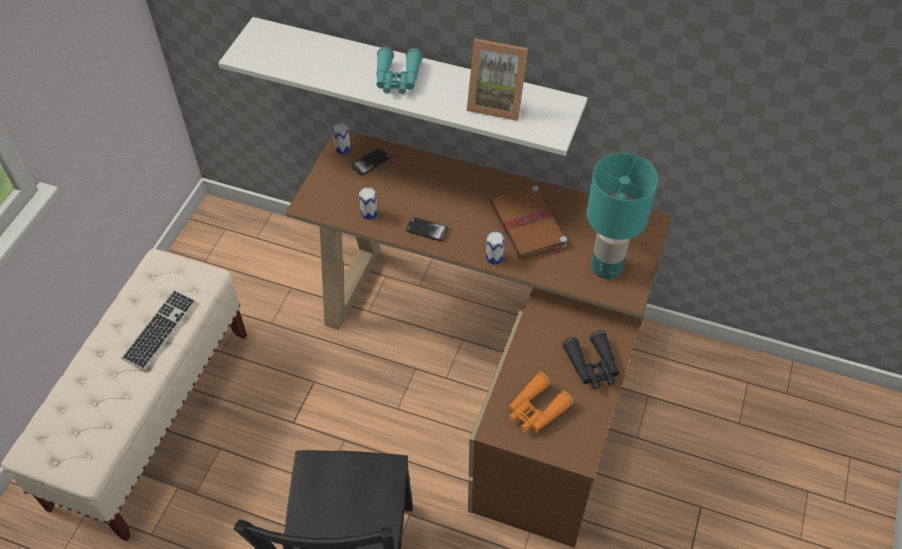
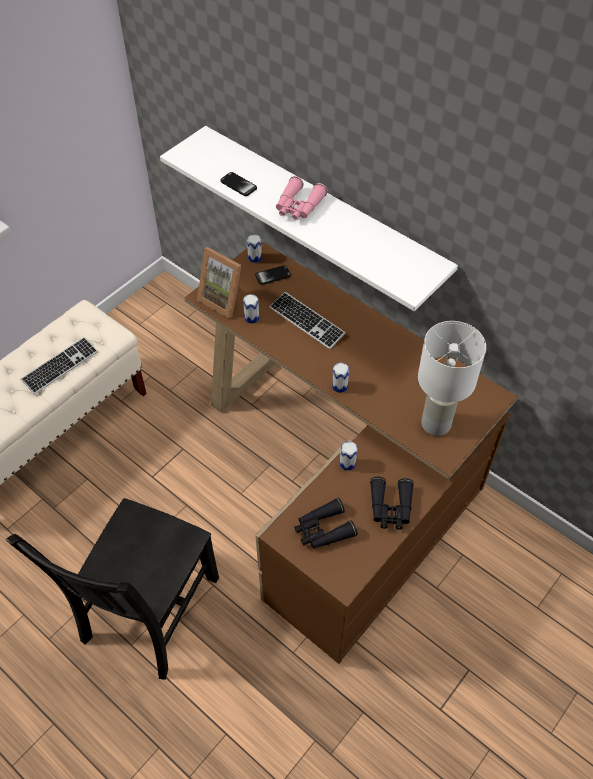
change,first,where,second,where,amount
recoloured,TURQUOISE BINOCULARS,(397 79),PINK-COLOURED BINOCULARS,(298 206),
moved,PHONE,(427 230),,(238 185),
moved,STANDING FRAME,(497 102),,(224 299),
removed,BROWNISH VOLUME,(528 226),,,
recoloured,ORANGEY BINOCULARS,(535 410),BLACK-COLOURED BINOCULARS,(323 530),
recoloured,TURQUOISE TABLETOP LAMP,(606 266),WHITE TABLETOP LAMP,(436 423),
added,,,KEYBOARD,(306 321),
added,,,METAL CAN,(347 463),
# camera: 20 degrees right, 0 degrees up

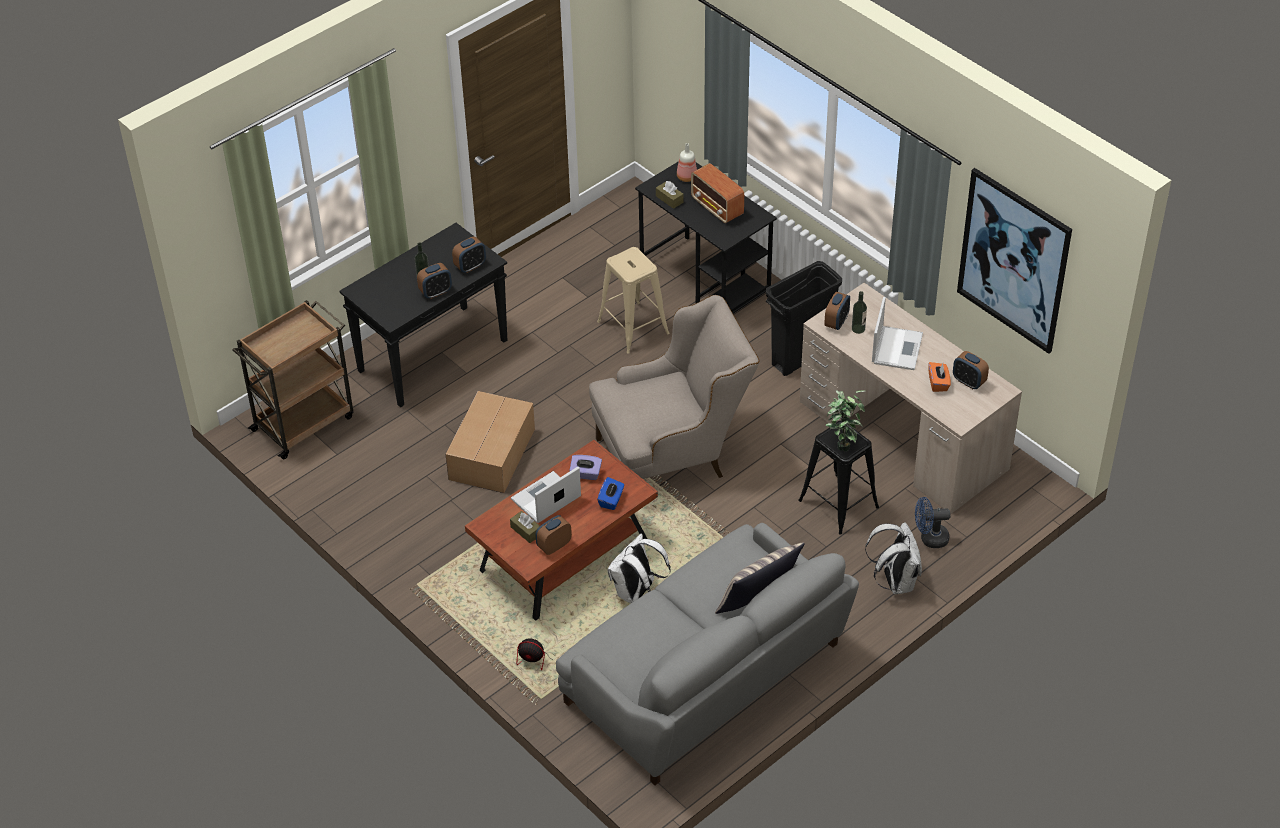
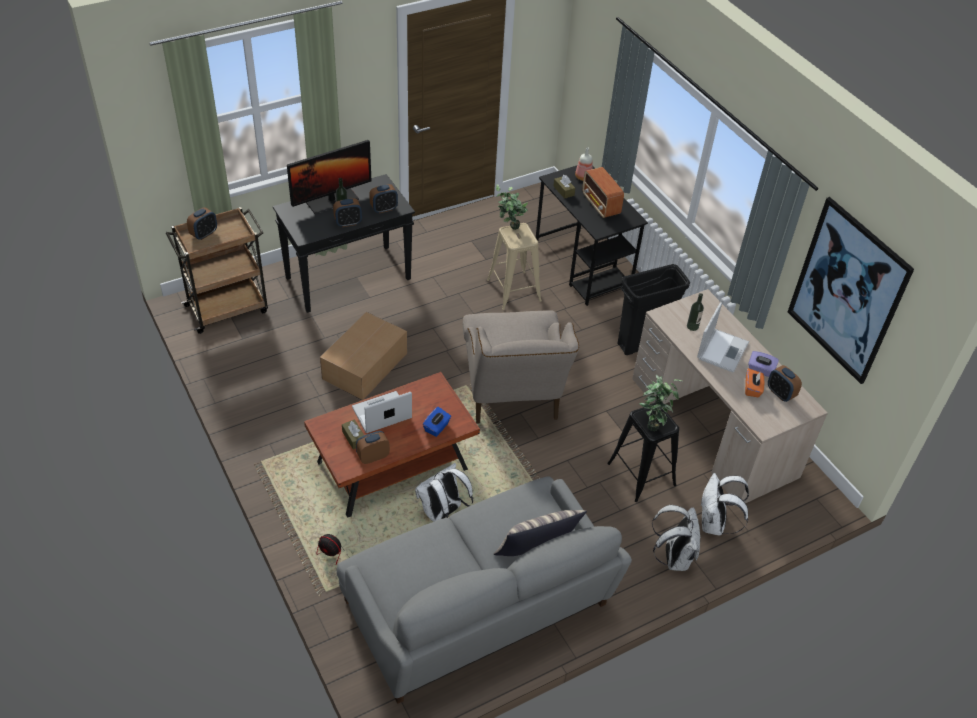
change,first,where,second,where,amount
moved,PURPLE-COLOURED BOX OF TISSUES,(586 474),,(760 370),
turned,SAND-COLOURED LOUNGE CHAIR,(673 453),,(513 398),90 degrees clockwise
moved,TABLE CLOCK,(836 322),,(204 234),
replaced,BLUE-COLOURED COOLING FAN,(929 538),WHITE RUCKSACK,(714 524),
added,,,COMPUTER SCREEN,(332 200),
added,,,PLANT IN A POT,(509 229),
# camera: 10 degrees right, 0 degrees up

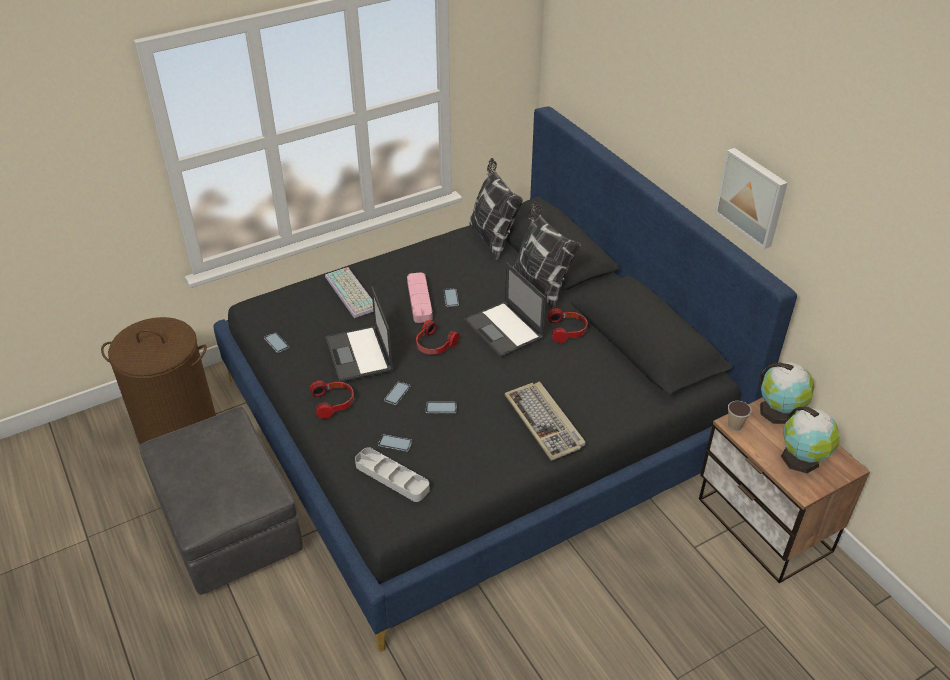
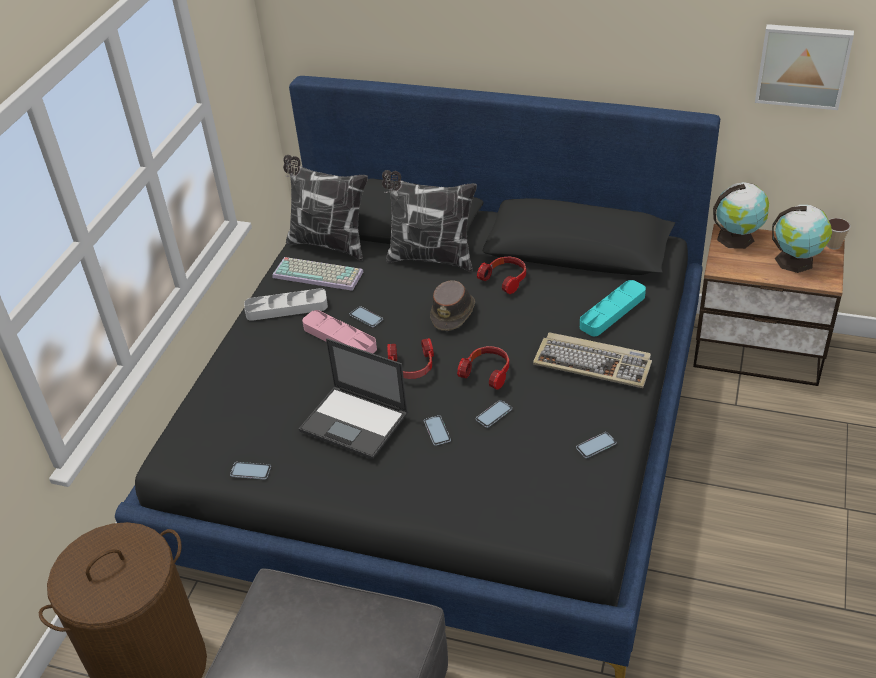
change,first,where,second,where,amount
moved,HEADPHONES,(334 403),,(487 372),
moved,KEYBOARD,(353 293),,(319 274),
moved,GREY CARRYING TRAY,(392 477),,(286 308),
moved,PHONE,(395 443),,(596 445),
replaced,NOTEBOOK COMPUTER,(504 330),BROWNISH HAT,(453 312),
moved,WALL PICTURE,(752 197),,(803 65),
moved,CUP,(735 426),,(833 245),
added,,,TURQUOISE CARRYING TRAY,(612 311),
# camera: 40 degrees left, 0 degrees up

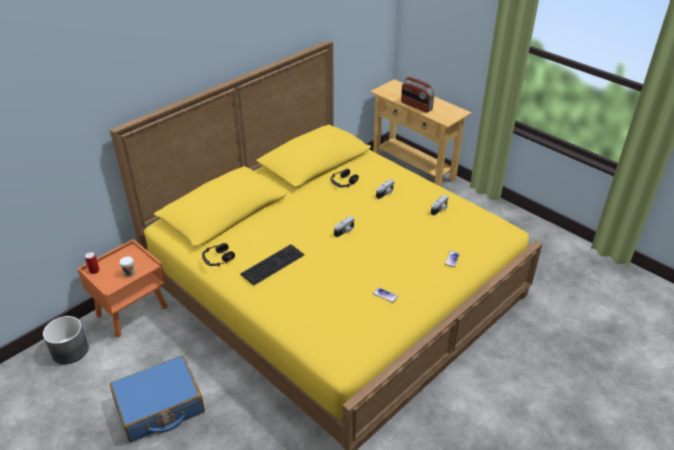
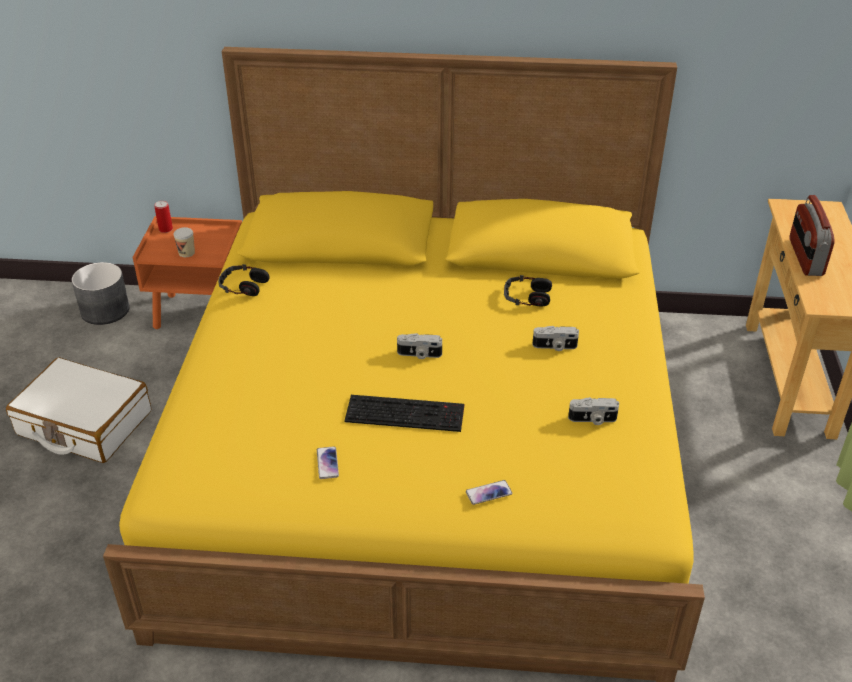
change,first,where,second,where,amount
recoloured,BLUE-COLOURED PIECE OF LUGGAGE,(160 406),WHITE PIECE OF LUGGAGE,(84 423),
moved,KEYBOARD,(273 264),,(406 413),
# camera: 50 degrees right, 0 degrees up

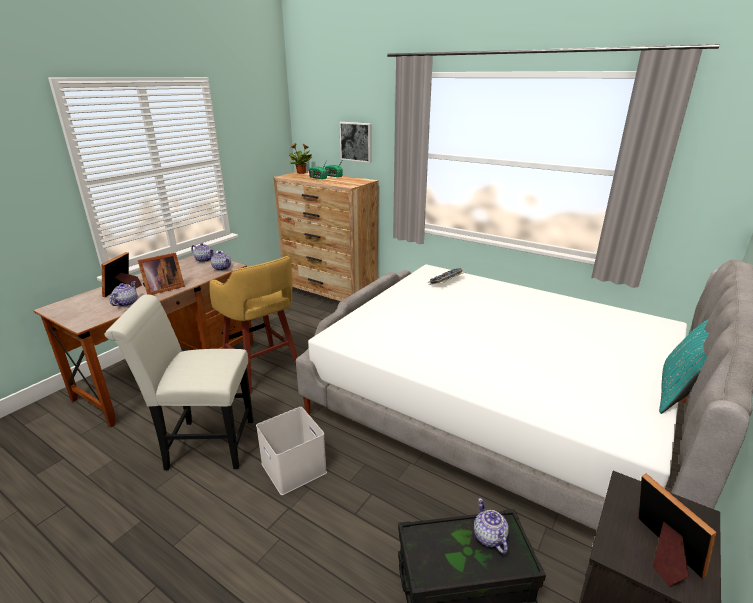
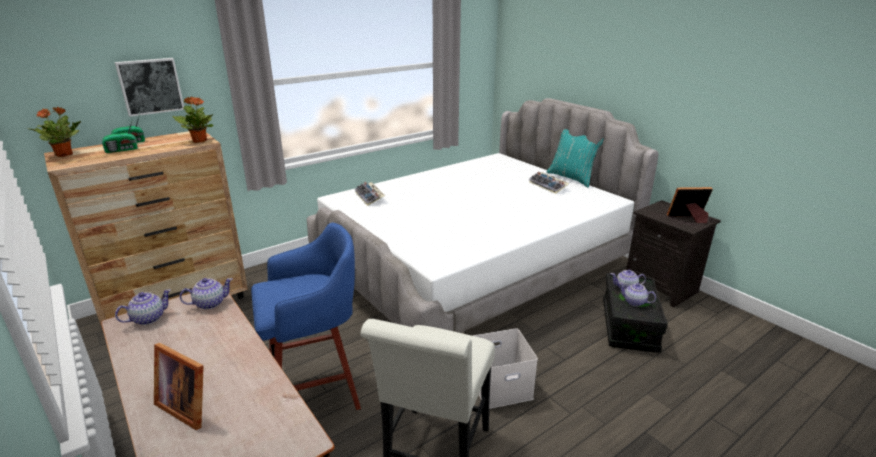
change,first,where,second,where,amount
moved,TEAPOT,(126 303),,(634 302),
removed,STANDING FRAME,(162 289),,,
recoloured,YELLOW-COLOURED SITTING STOOL,(262 371),BLUE-COLOURED SITTING STOOL,(317 391),
added,,,PLANT IN A POT,(199 141),
added,,,KEYBOARD,(548 186),
# camera: 70 degrees left, 0 degrees up

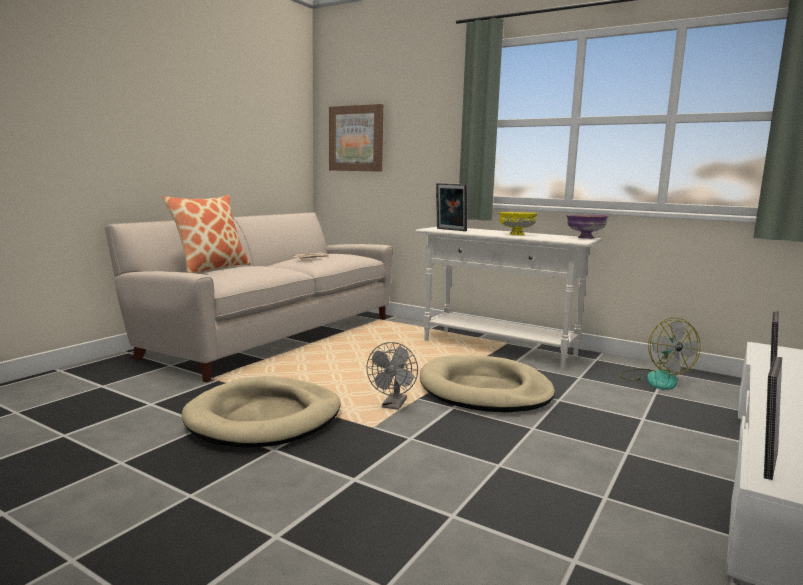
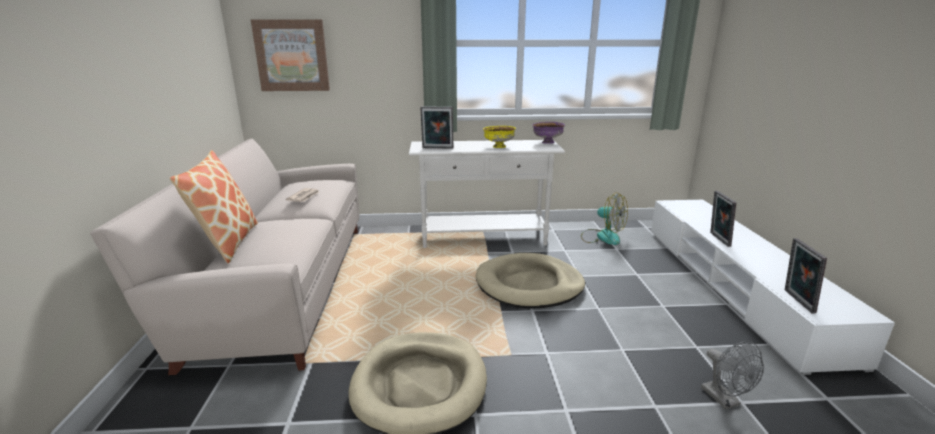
change,first,where,second,where,amount
moved,GREY COOLING FAN,(393 406),,(725 400),
# camera: 35 degrees left, 10 degrees up

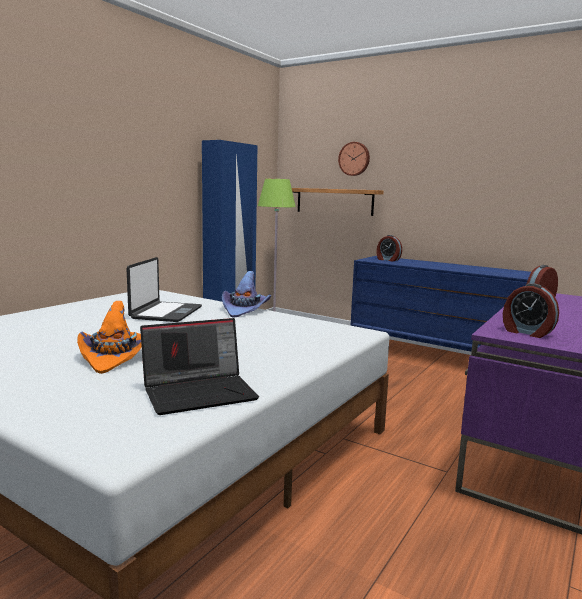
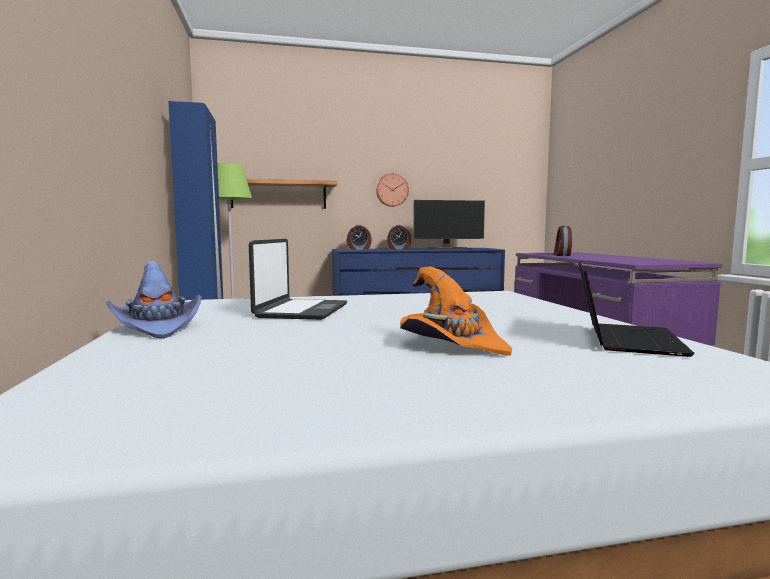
change,first,where,second,where,amount
turned,NOTEBOOK COMPUTER,(166 313),,(301 311),45 degrees clockwise
moved,PURPLE-COLOURED HAT,(245 310),,(158 327),
moved,WALL CLOCK,(354 159),,(392 190),
moved,TABLE CLOCK,(527 332),,(399 249),
added,,,COMPUTER SCREEN,(447 248),
# camera: 45 degrees left, 5 degrees down

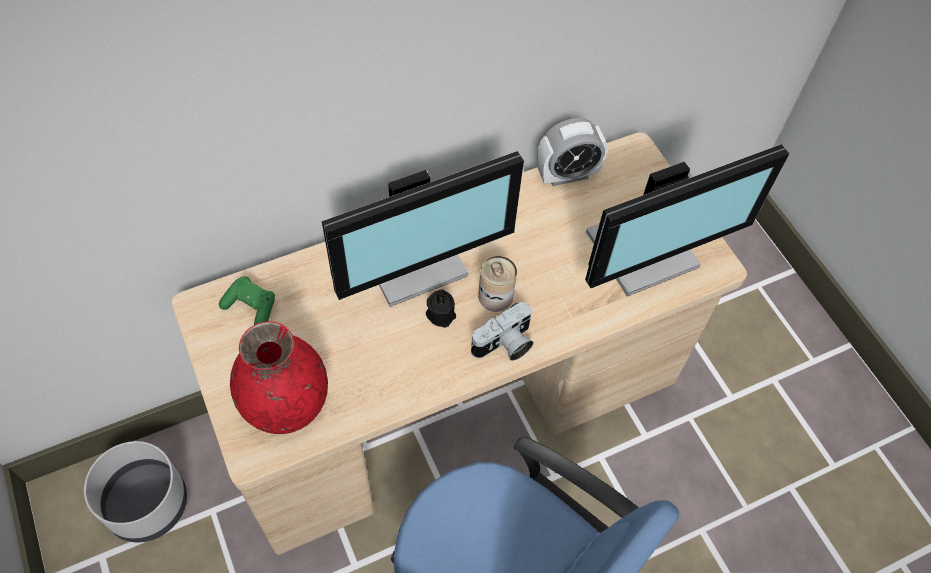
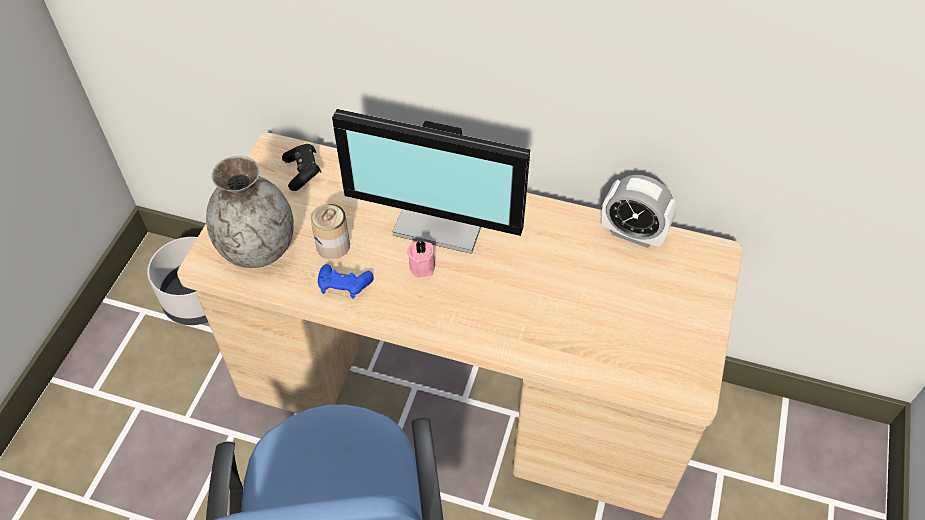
change,first,where,second,where,amount
recoloured,GREENISH GAMEPAD,(251 307),BLACK-COLOURED GAMEPAD,(303 172),
recoloured,REDDISH DECORATIVE VASE,(285 404),GREY DECORATIVE VASE,(258 248),
recoloured,BLACK-COLOURED WAX CANDLE,(441 313),PINK-COLOURED WAX CANDLE,(423 265),
removed,PHOTO CAMERA,(505 345),,,
moved,METAL CAN,(495 296),,(333 245),
removed,COMPUTER SCREEN,(646 253),,,
added,,,BLUE-COLOURED GAMEPAD,(344 287),
# camera: 45 degrees right, 5 degrees down

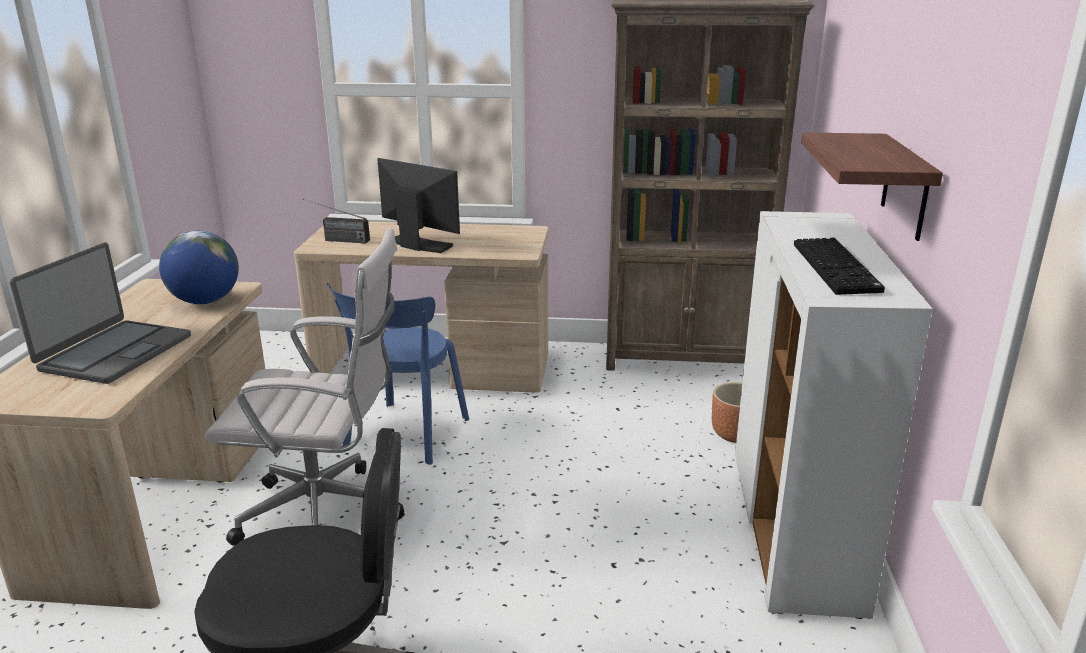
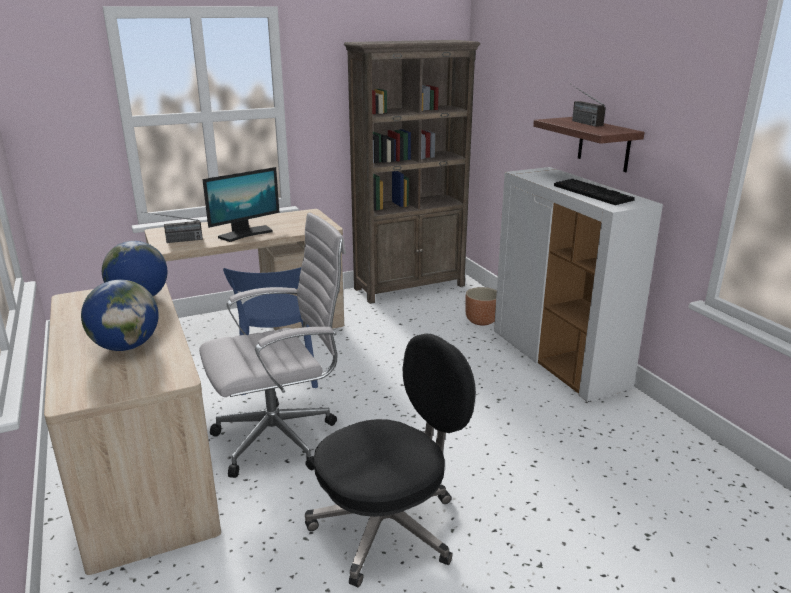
change,first,where,second,where,amount
replaced,NOTEBOOK COMPUTER,(115 353),GLOBE,(126 346),
turned,COMPUTER SCREEN,(419 245),,(245 234),135 degrees clockwise
added,,,RADIO RECEIVER,(580 122),
# camera: 30 degrees left, 0 degrees up

